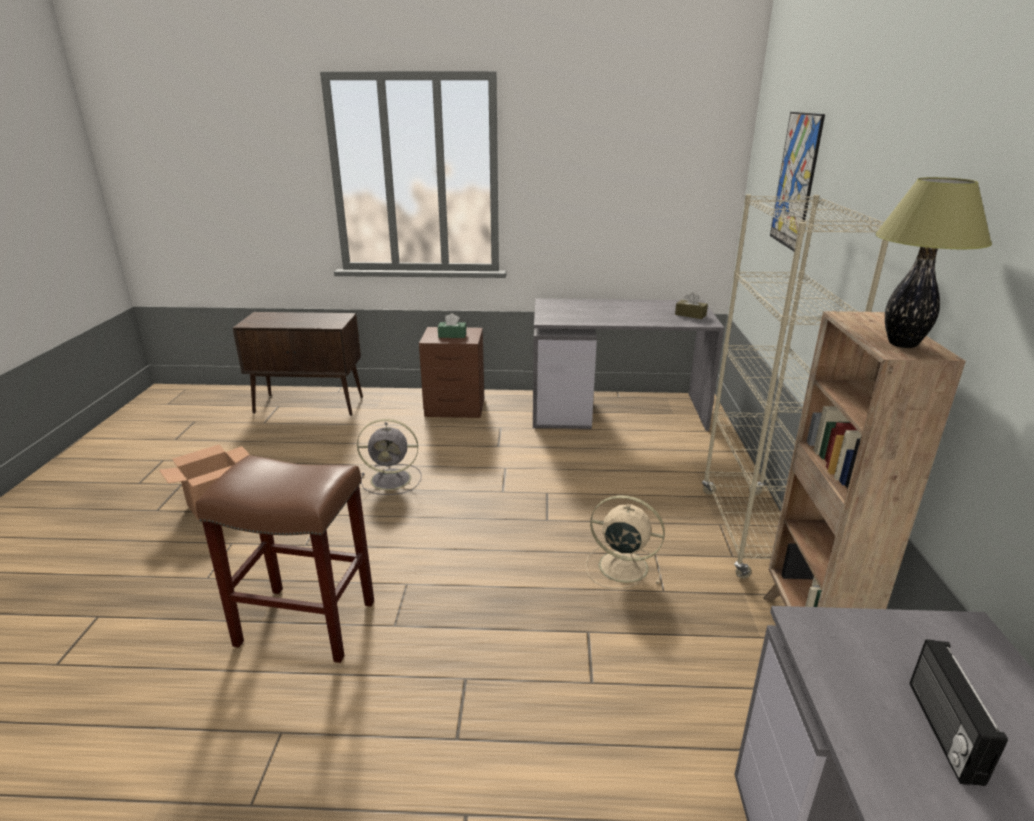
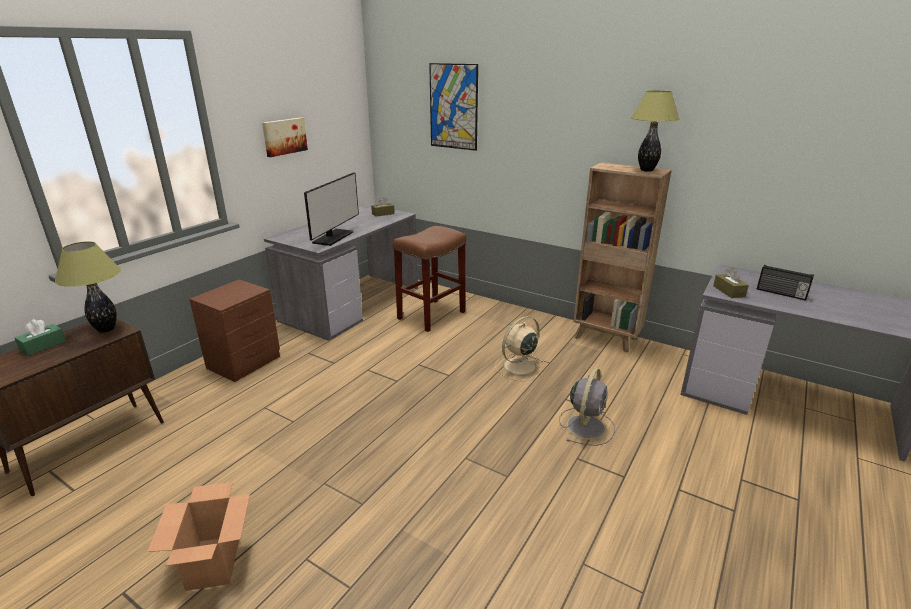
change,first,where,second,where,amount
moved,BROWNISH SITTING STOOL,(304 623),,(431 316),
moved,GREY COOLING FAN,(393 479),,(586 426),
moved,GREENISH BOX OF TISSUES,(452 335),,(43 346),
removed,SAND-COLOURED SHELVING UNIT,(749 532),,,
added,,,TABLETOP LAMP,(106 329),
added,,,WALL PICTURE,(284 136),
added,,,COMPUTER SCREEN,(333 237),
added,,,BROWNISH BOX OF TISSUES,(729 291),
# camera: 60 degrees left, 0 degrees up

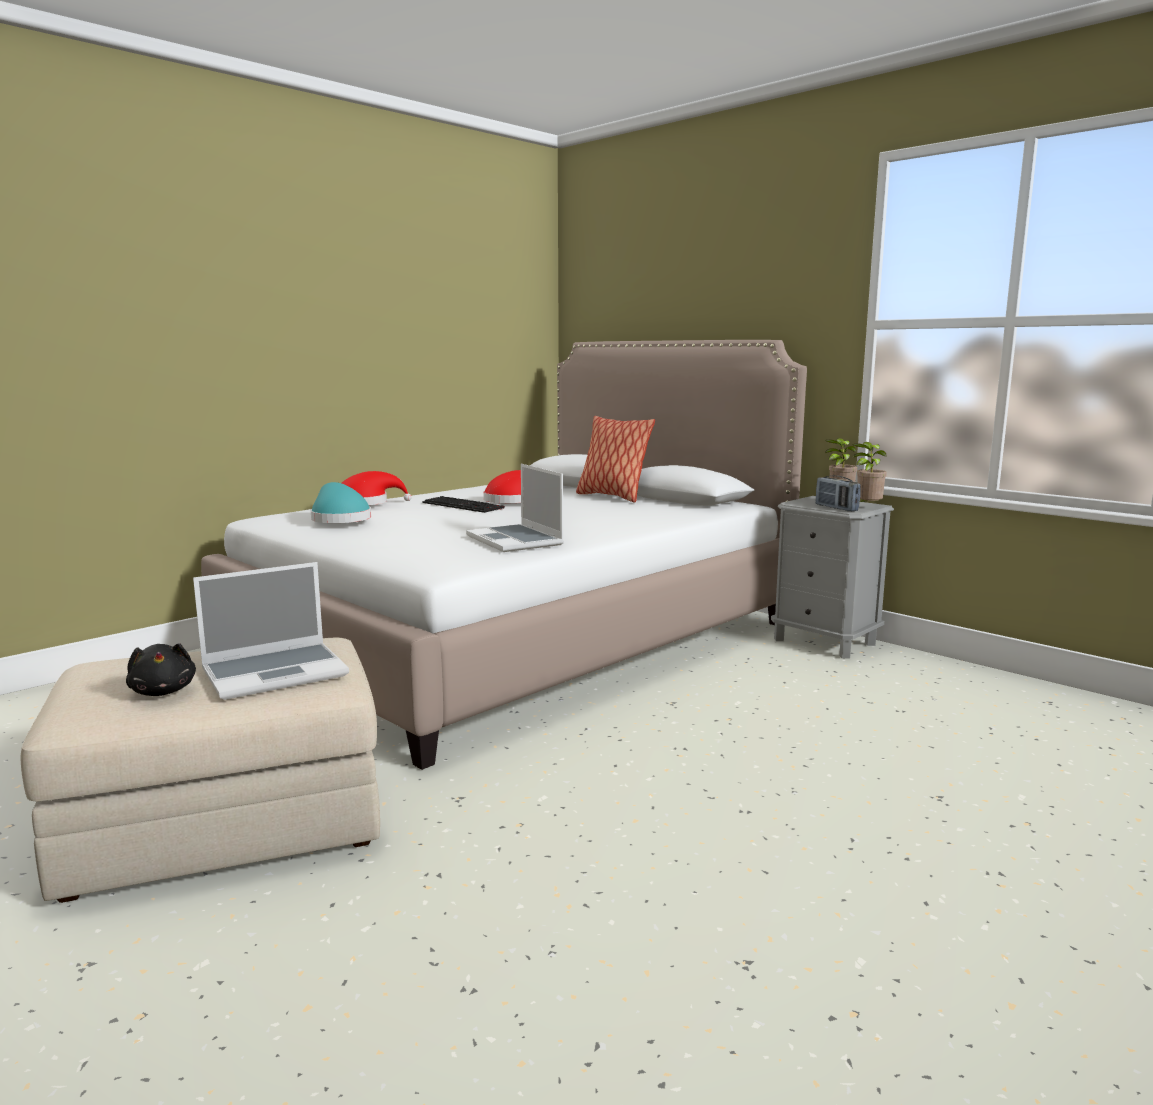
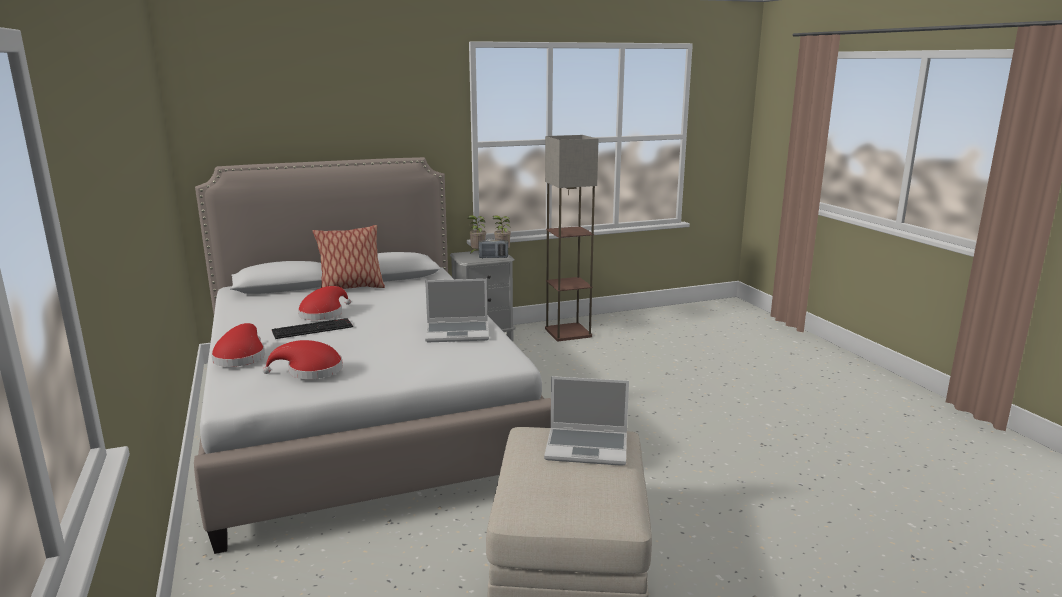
change,first,where,second,where,amount
removed,BLACK-COLOURED CUDDLY TOY,(163 691),,,
turned,NOTEBOOK COMPUTER,(276 672),,(588 447),105 degrees clockwise
recoloured,TURQUOISE HAT,(339 519),REDDISH HAT,(310 371),
added,,,STANDARD LAMP,(567 332),
# camera: 65 degrees left, 5 degrees up

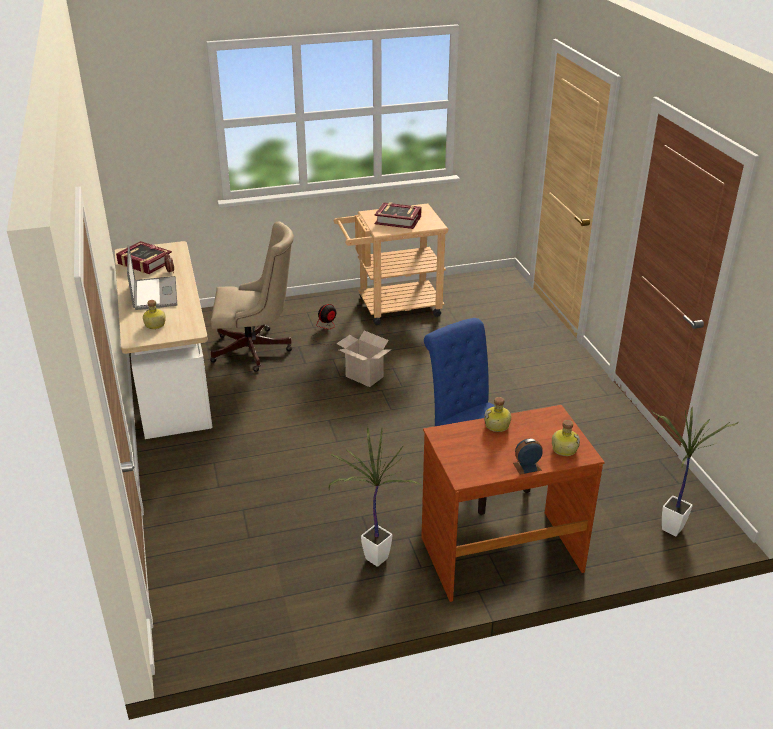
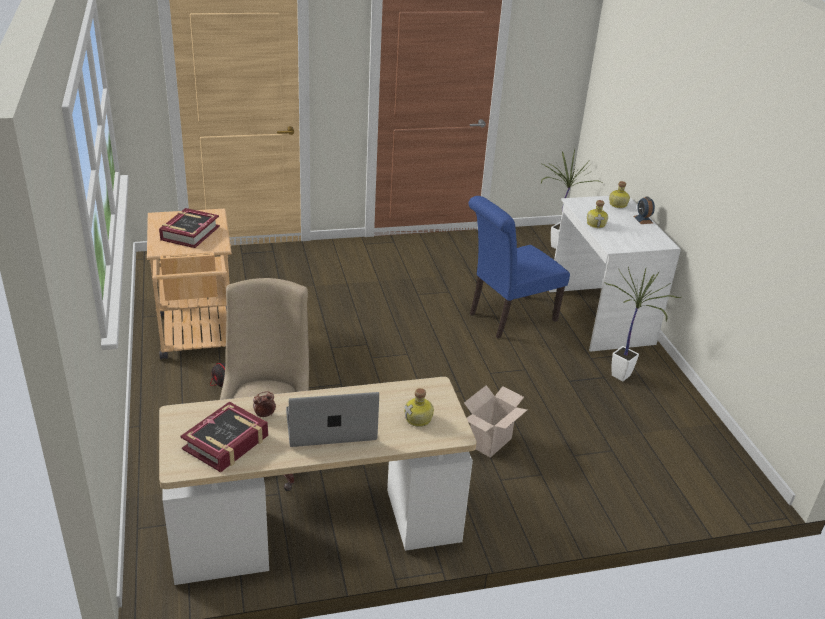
change,first,where,second,where,amount
moved,CARTON,(363 377),,(490 443),
recoloured,BROWNISH DESK,(501 553),WHITE DESK,(599 317),
# camera: 90 degrees left, 0 degrees up

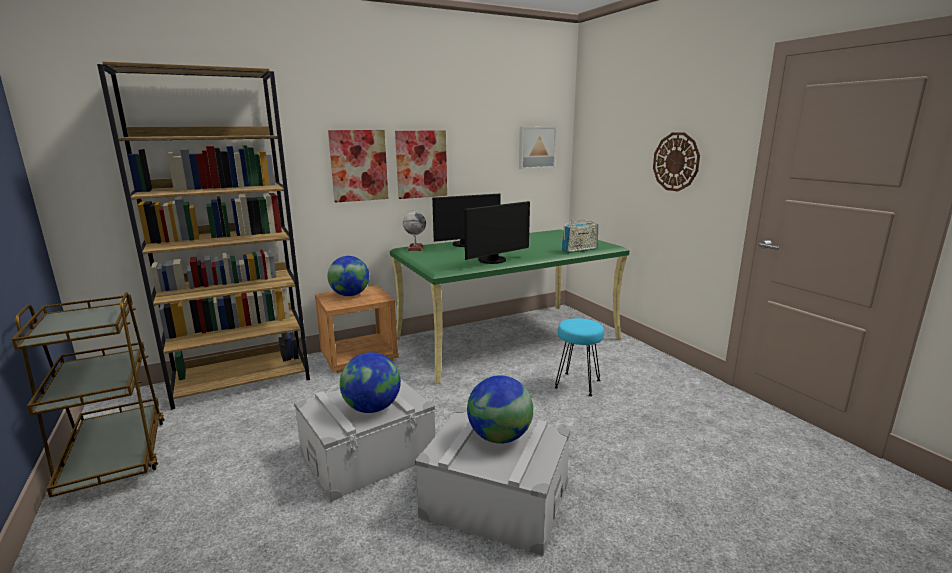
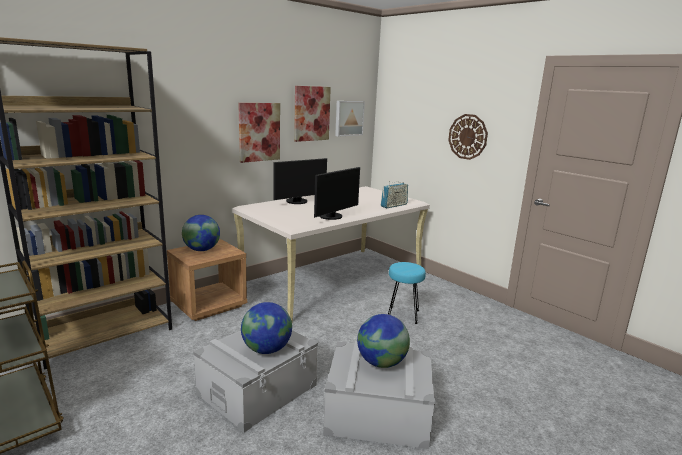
change,first,where,second,where,amount
moved,WALL PICTURE,(359 165),,(311 113),
recoloured,GREENISH DESK,(508 338),SAND-COLOURED DESK,(333 280),
removed,GLOBE,(415 248),,,
# camera: 15 degrees left, 0 degrees up

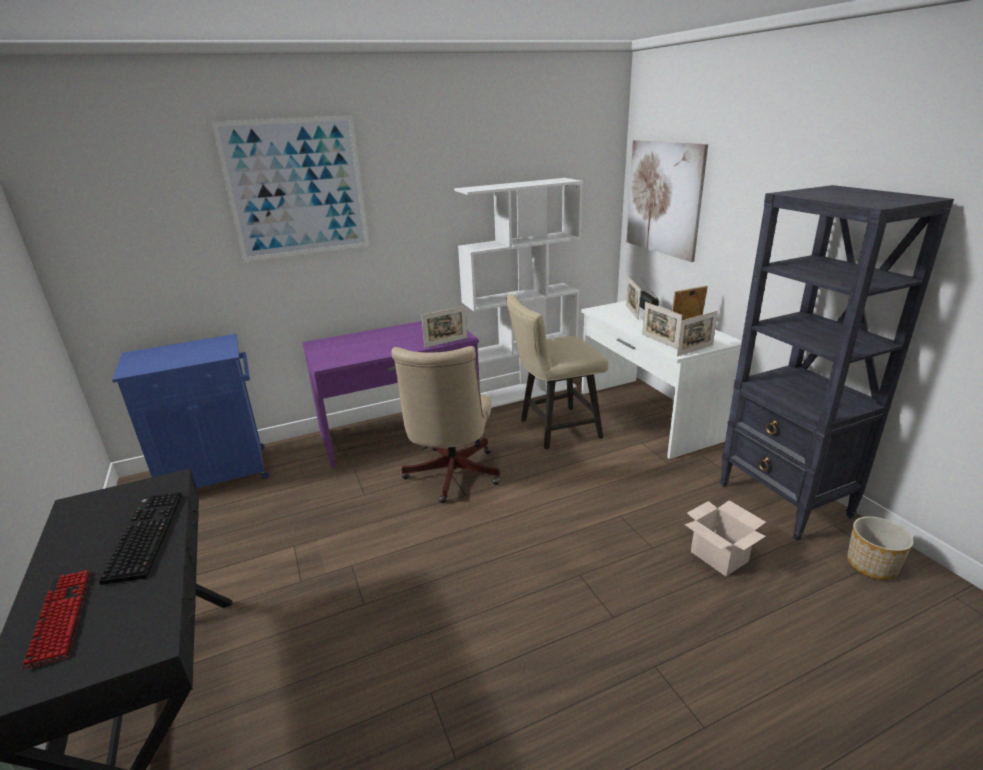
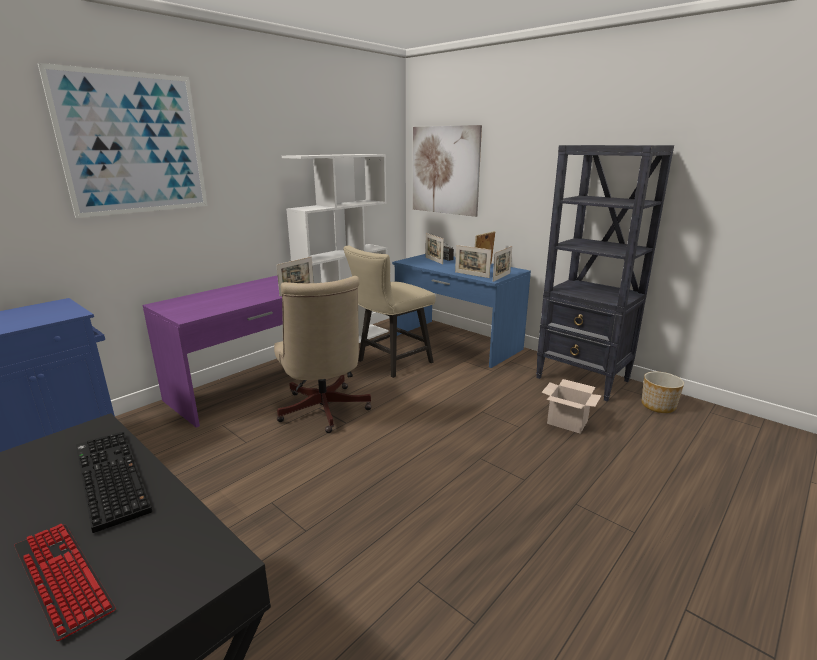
change,first,where,second,where,amount
recoloured,WHITE DESK,(648 414),BLUE-COLOURED DESK,(456 342),
# camera: 25 degrees left, 5 degrees down

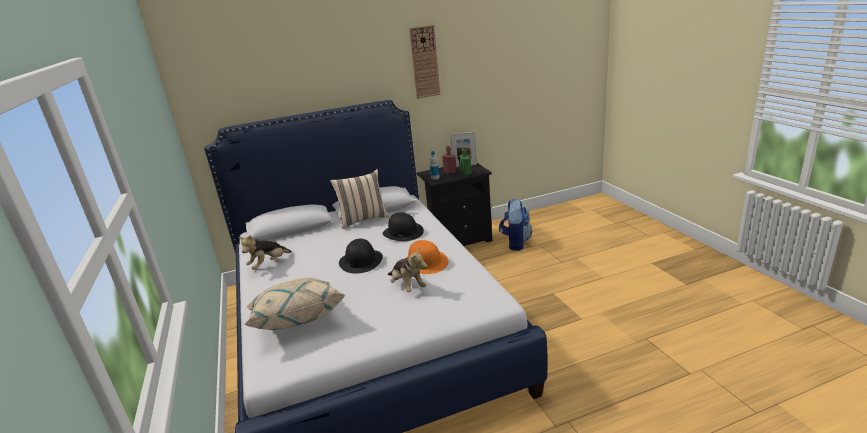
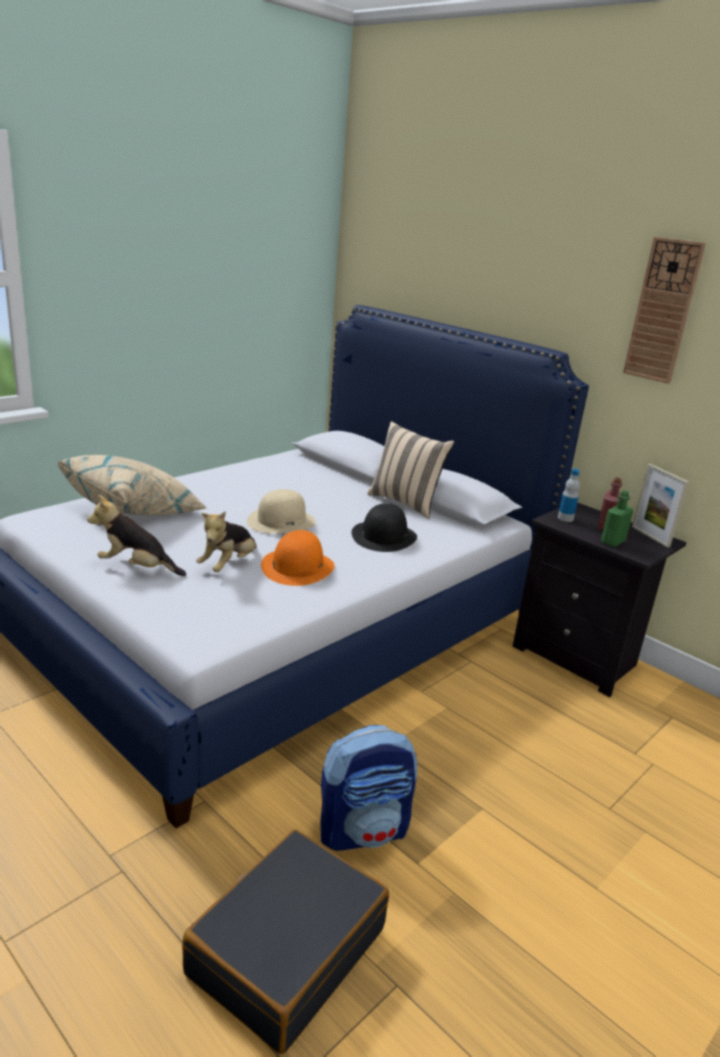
change,first,where,second,where,amount
moved,CUDDLY TOY,(268 264),,(137 568),
recoloured,BLACK-COLOURED HAT,(361 261),SAND-COLOURED HAT,(281 521),
moved,RUCKSACK,(515 243),,(364 830),
added,,,BLACK-COLOURED PIECE OF LUGGAGE,(286 950),
# camera: 60 degrees right, 0 degrees up

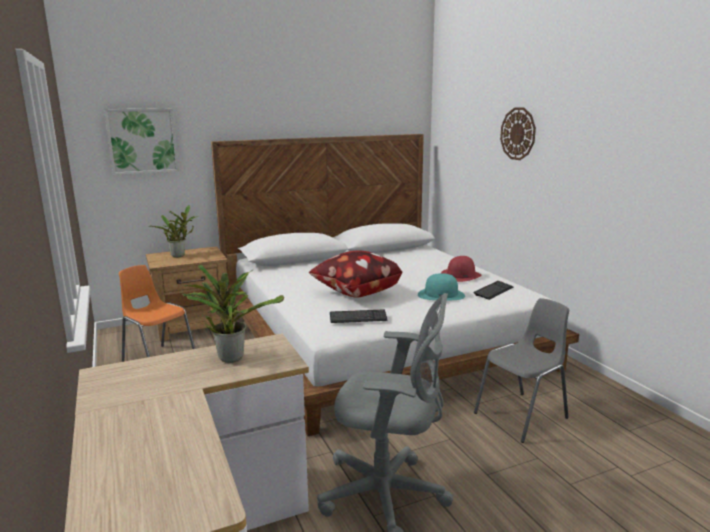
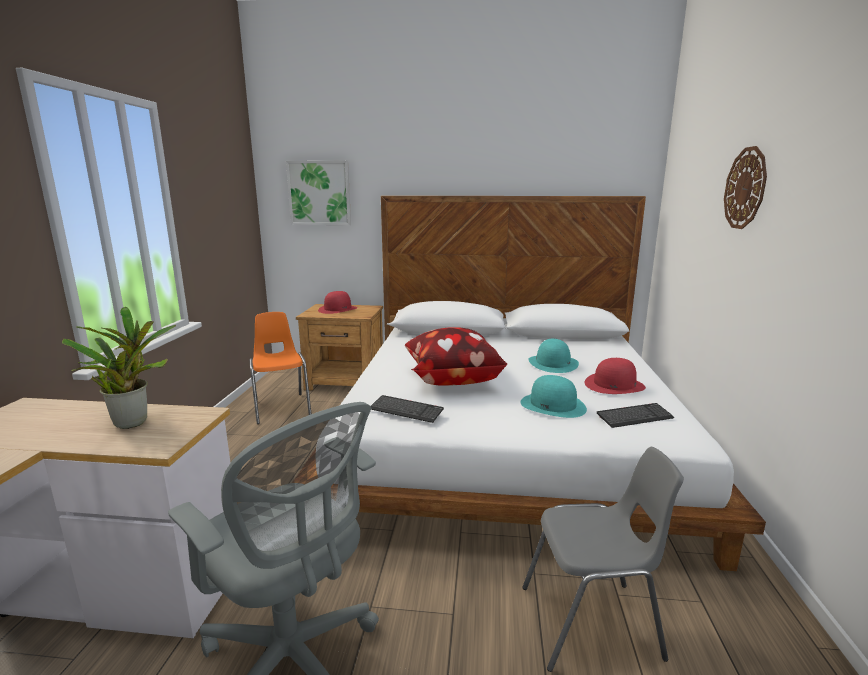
change,first,where,second,where,amount
replaced,PLANT IN A POT,(179 255),REDDISH HAT,(338 309),
added,,,TURQUOISE HAT,(553 363),
# camera: 30 degrees right, 0 degrees up

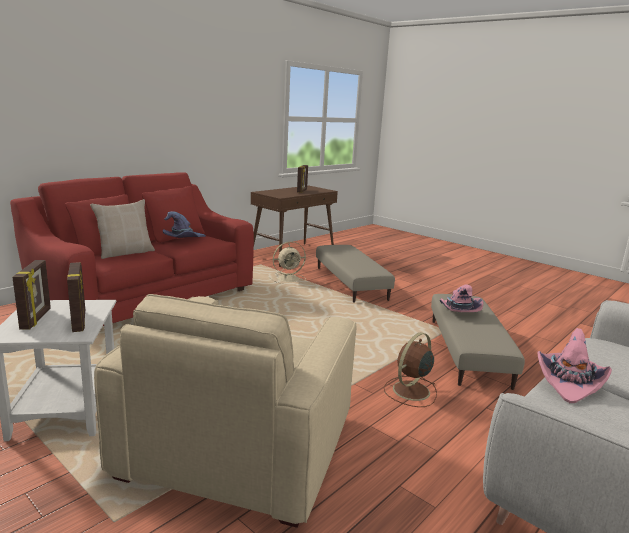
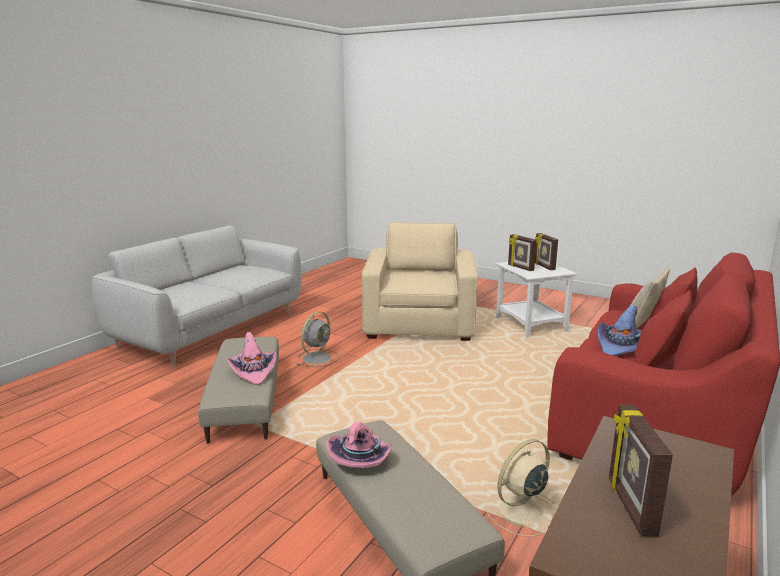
change,first,where,second,where,amount
recoloured,BROWNISH COOLING FAN,(410 391),GREY COOLING FAN,(318 358),
moved,PINK-COLOURED HAT,(569 383),,(360 458),
# camera: 170 degrees right, 0 degrees up

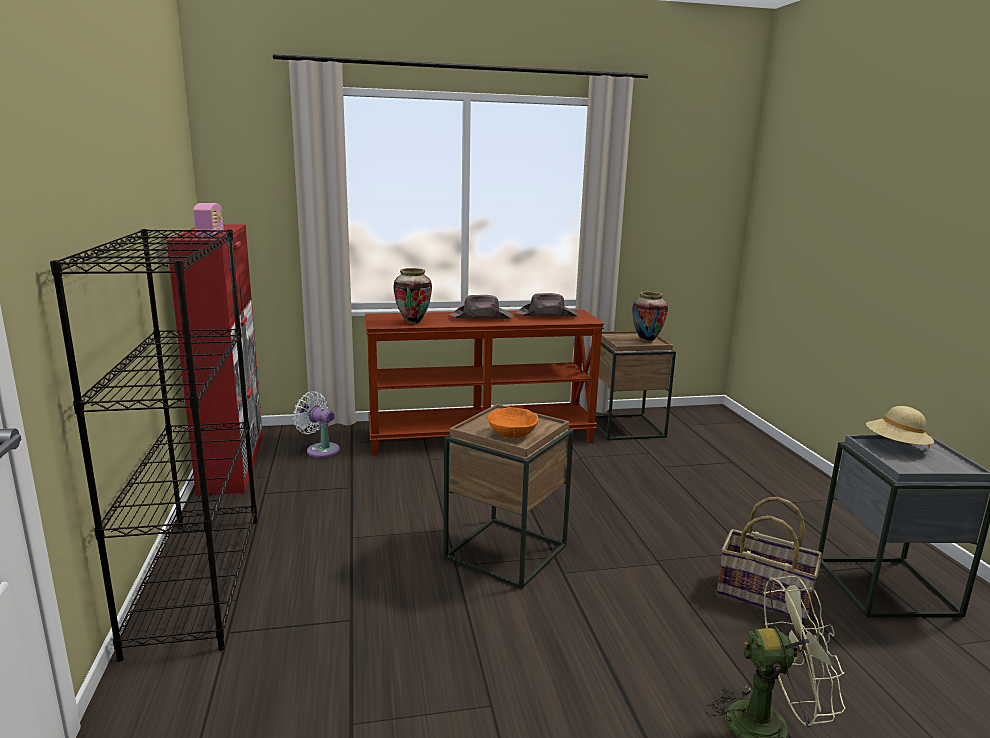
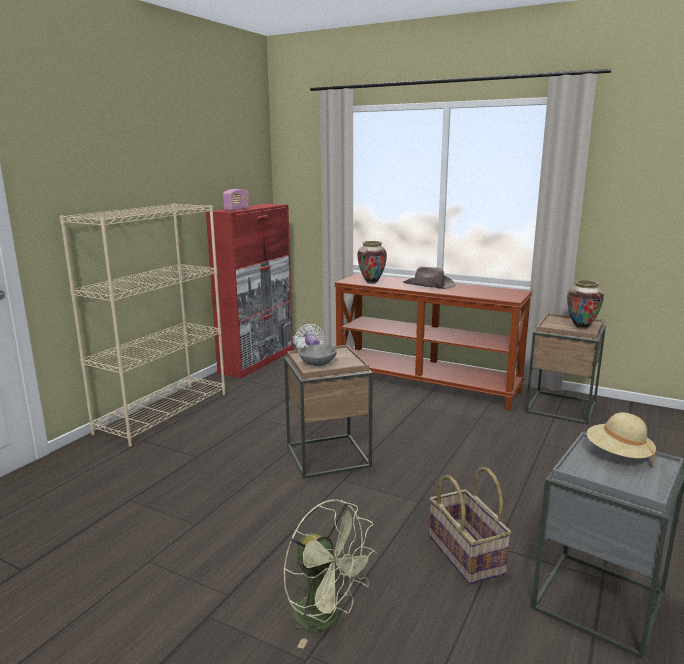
change,first,where,second,where,amount
recoloured,BLACK-COLOURED SHELVING UNIT,(197 579),SAND-COLOURED SHELVING UNIT,(163 412),
recoloured,ORANGEY BOWL,(512 434),GREY BOWL,(318 363),
removed,BROWNISH HAT,(547 315),,,
# camera: 40 degrees right, 0 degrees up

